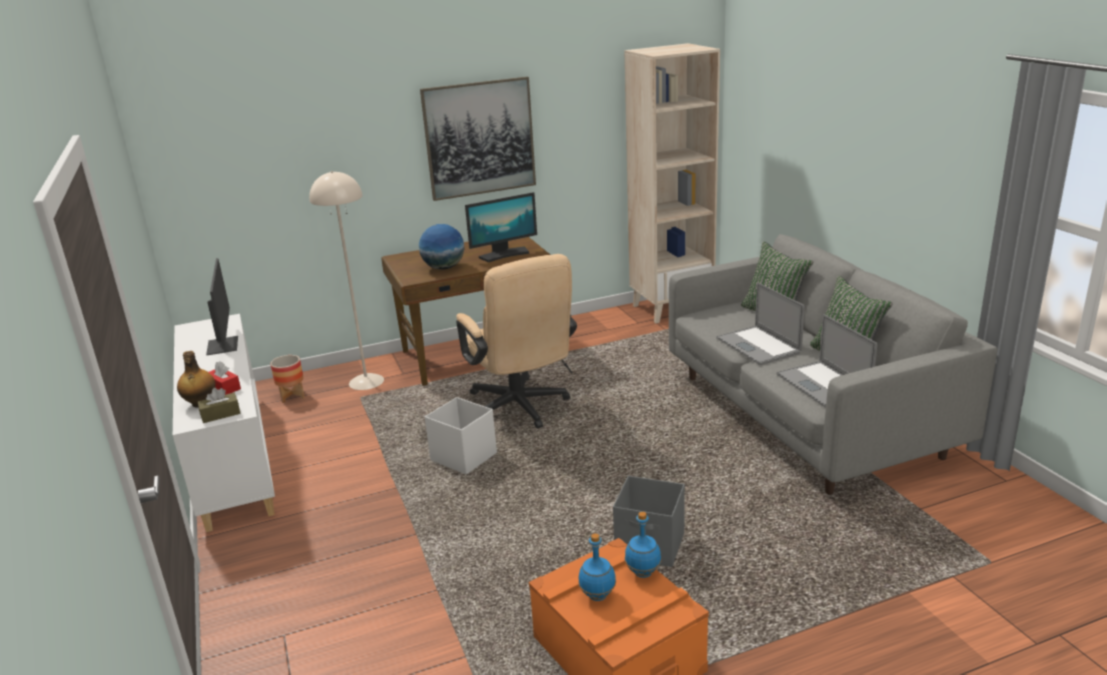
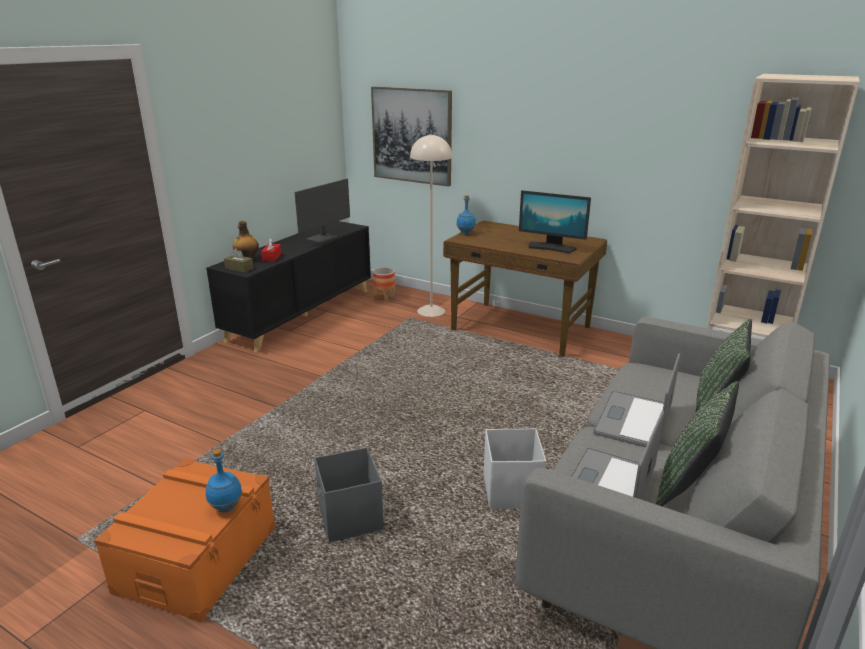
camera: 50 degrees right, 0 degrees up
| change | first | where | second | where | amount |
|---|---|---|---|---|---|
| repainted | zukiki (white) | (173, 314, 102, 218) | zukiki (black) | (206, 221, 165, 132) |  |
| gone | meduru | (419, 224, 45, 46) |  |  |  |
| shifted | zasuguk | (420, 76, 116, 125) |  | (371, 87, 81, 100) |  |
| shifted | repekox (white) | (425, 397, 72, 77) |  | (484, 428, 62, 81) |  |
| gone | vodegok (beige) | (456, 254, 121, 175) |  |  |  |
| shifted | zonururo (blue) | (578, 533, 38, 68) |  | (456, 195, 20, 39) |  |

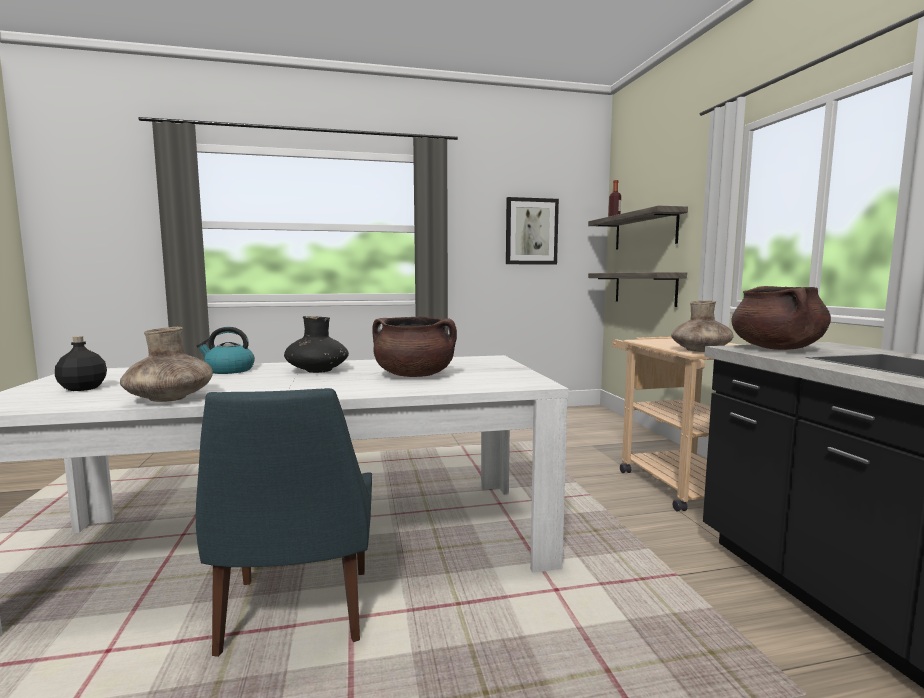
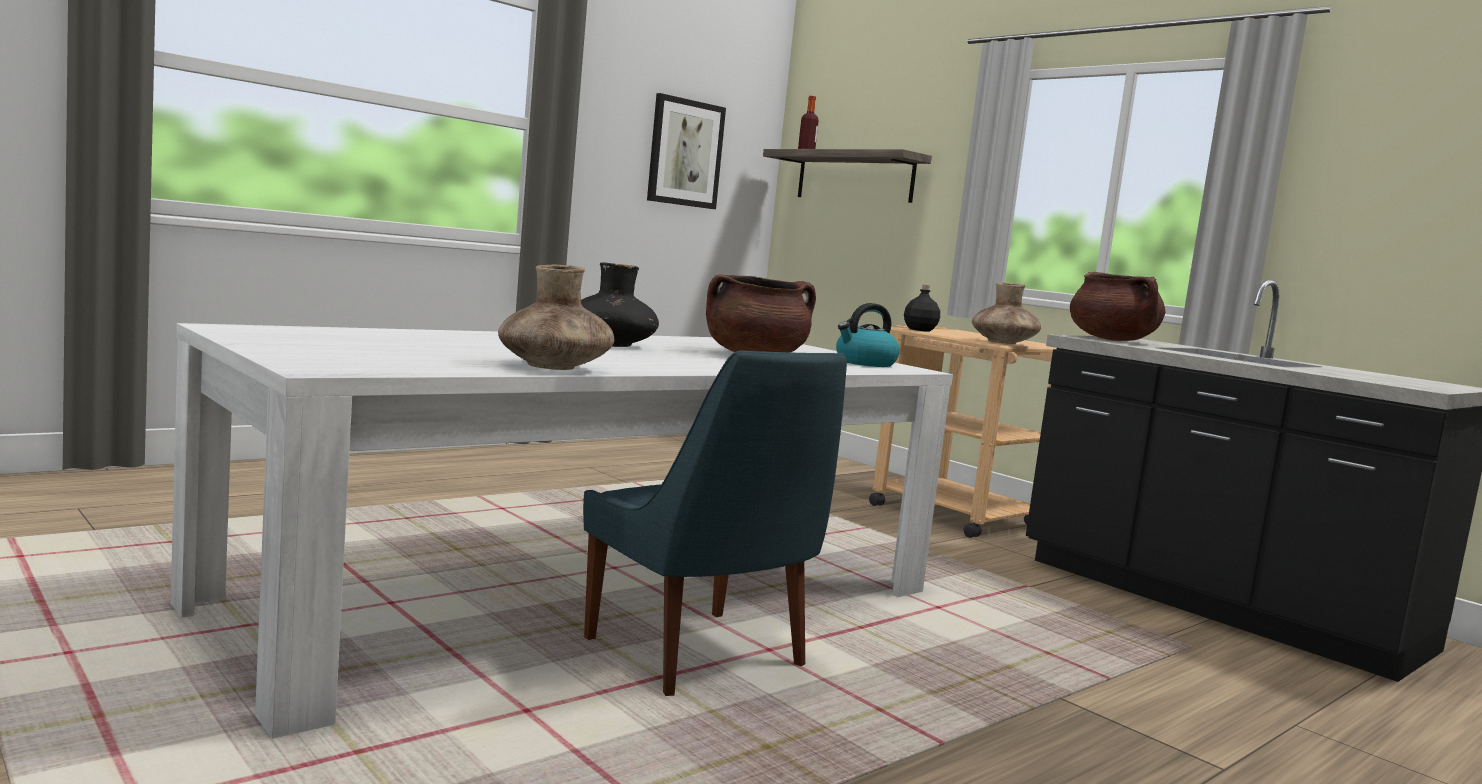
camera: 30 degrees left, 0 degrees up
| change | first | where | second | where | amount |
|---|---|---|---|---|---|
| shifted | zonururo (black) | (55, 336, 52, 55) |  | (904, 285, 36, 47) |  |
| shifted | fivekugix | (197, 327, 58, 47) |  | (836, 303, 64, 64) |  |
| gone | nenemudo | (588, 272, 99, 35) |  |  |  |

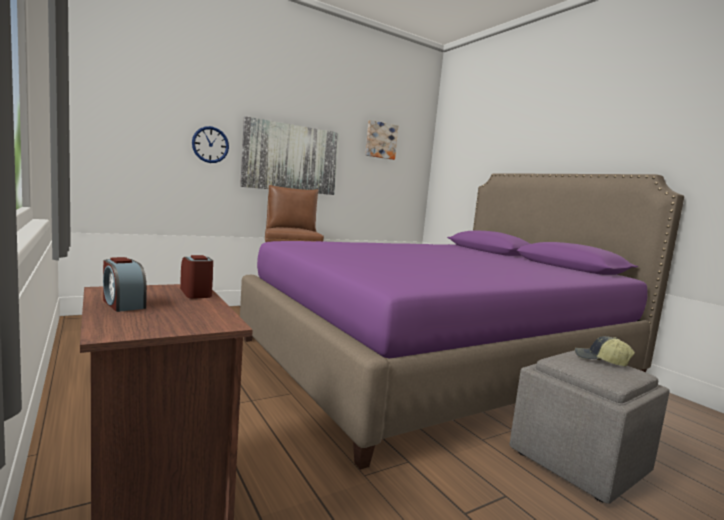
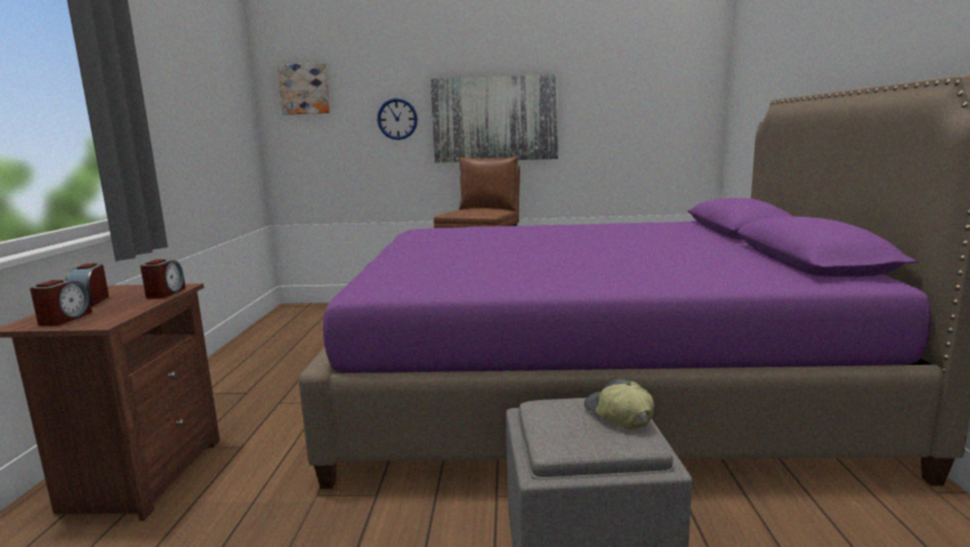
camera: 35 degrees right, 5 degrees up
| change | first | where | second | where | amount |
|---|---|---|---|---|---|
| shifted | zasuguk | (365, 120, 33, 40) |  | (277, 63, 53, 52) |  |
| new |  |  | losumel | (30, 280, 62, 46) |  |

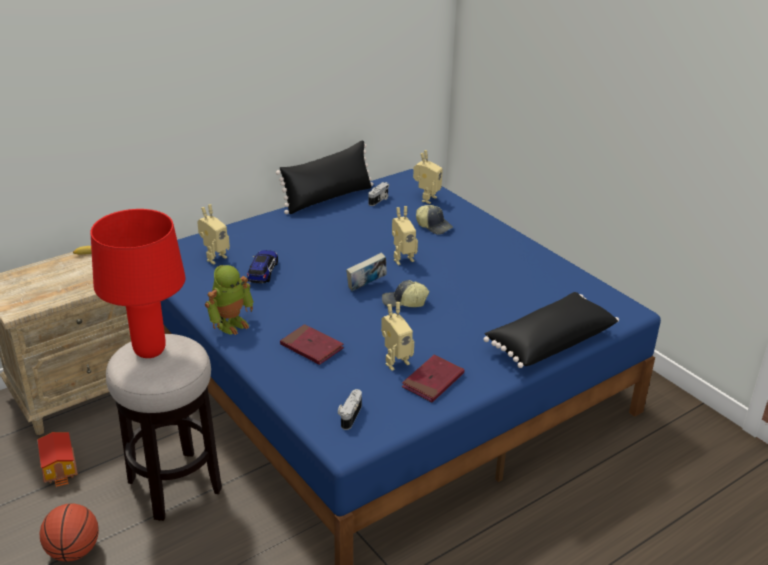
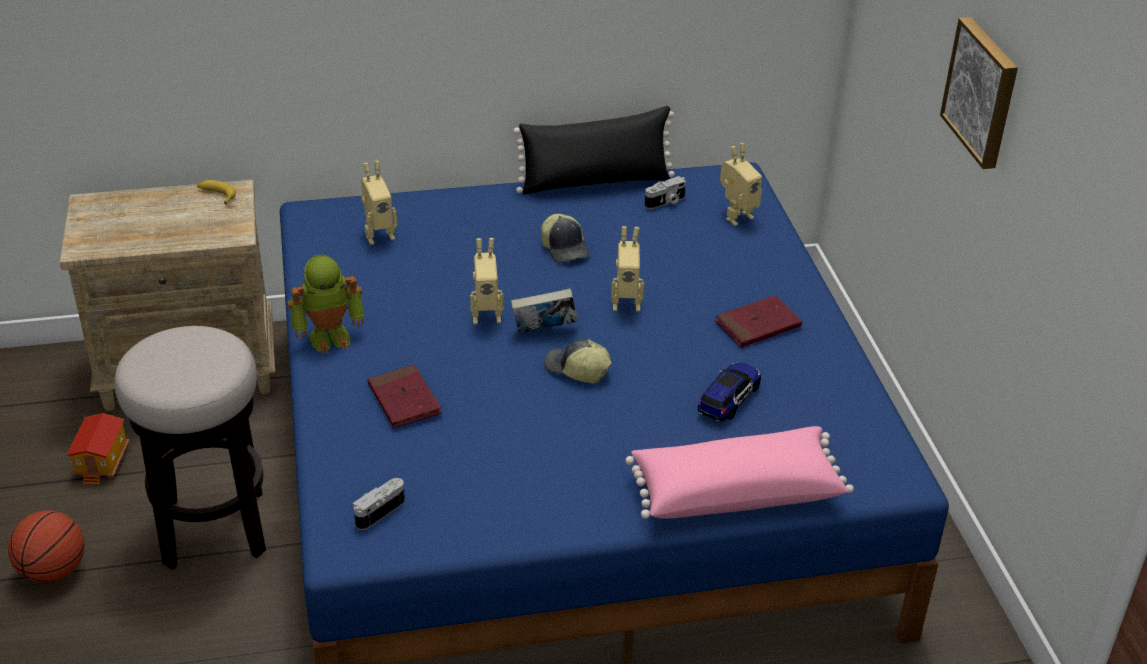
camera: 25 degrees right, 5 degrees up
| change | first | where | second | where | amount |
|---|---|---|---|---|---|
| gone | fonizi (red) | (90, 209, 95, 149) |  |  |  |
| shifted | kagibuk | (247, 250, 31, 33) |  | (698, 362, 63, 59) |  |
| shifted | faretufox | (381, 302, 33, 69) |  | (470, 238, 34, 86) |  |
| shifted | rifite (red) | (402, 354, 62, 49) |  | (715, 295, 87, 53) |  |
| shifted | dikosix | (416, 205, 37, 30) |  | (541, 214, 48, 49) |  |
| repainted | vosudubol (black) | (484, 292, 135, 76) | vosudubol (pink) | (625, 426, 229, 93) |  |
| new |  |  | zasuguk | (940, 17, 78, 152) |  |

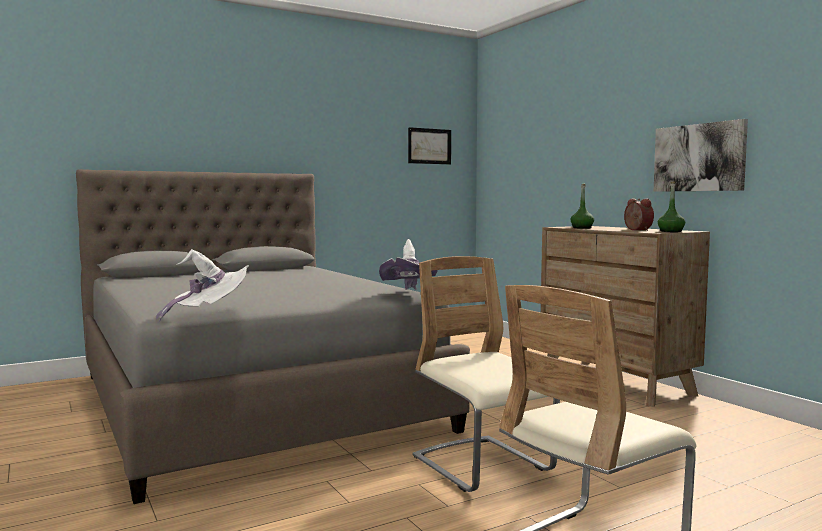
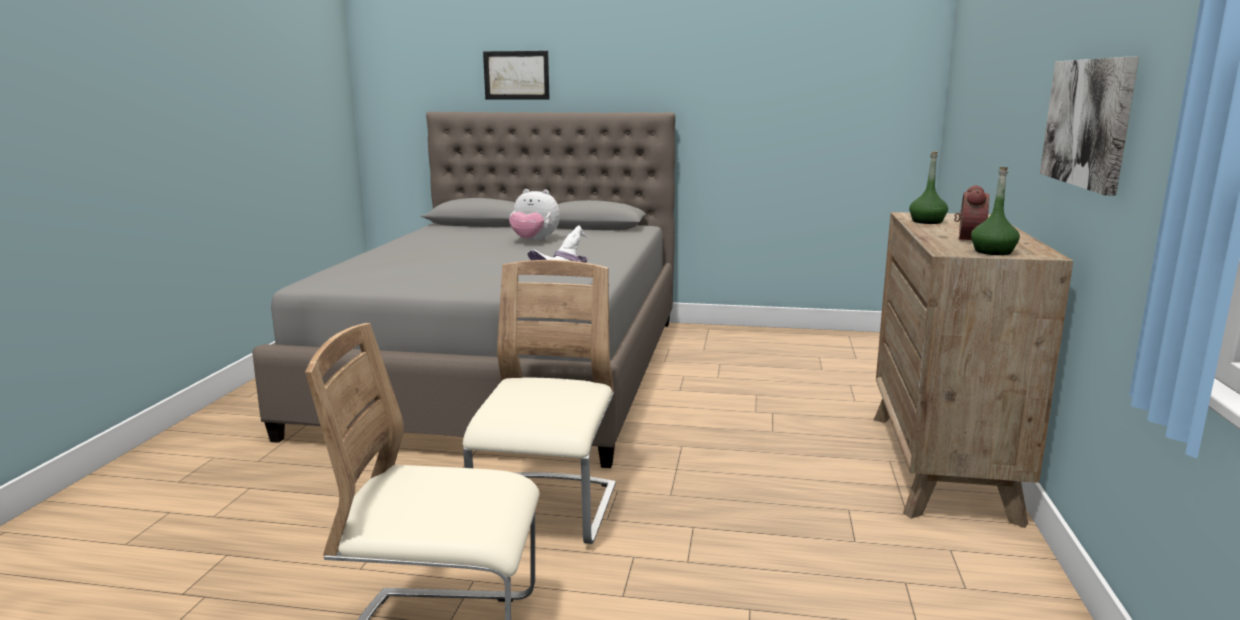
camera: 40 degrees right, 10 degrees up
| change | first | where | second | where | amount |
|---|---|---|---|---|---|
| gone | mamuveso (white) | (156, 249, 92, 73) |  |  |  |
| shifted | zasuguk | (408, 127, 43, 37) |  | (483, 51, 66, 48) |  |
| new |  |  | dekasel | (509, 189, 51, 52) |  |

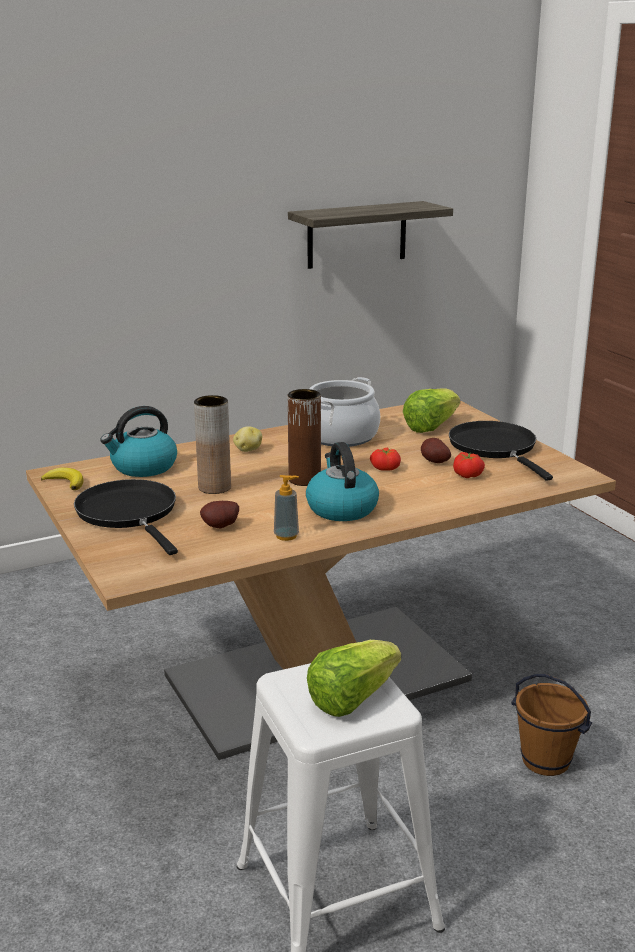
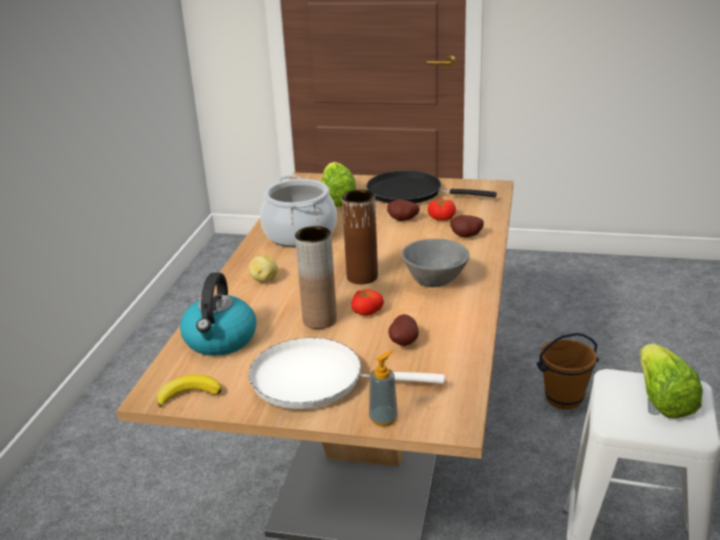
camera: 50 degrees left, 5 degrees up
| change | first | where | second | where | amount |
|---|---|---|---|---|---|
| repainted | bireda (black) | (74, 479, 104, 76) | bireda (white) | (249, 338, 196, 71) |  |
| shifted | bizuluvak | (274, 475, 25, 66) |  | (369, 351, 29, 76) |  |
| gone | nenemudo | (288, 201, 165, 68) |  |  |  |
| swapped | fivekugix | (306, 442, 73, 79) | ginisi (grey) | (402, 239, 67, 48) |  |
| shifted | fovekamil | (370, 448, 31, 23) |  | (351, 289, 33, 27) |  |
| new |  |  | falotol | (450, 215, 34, 23) |  |

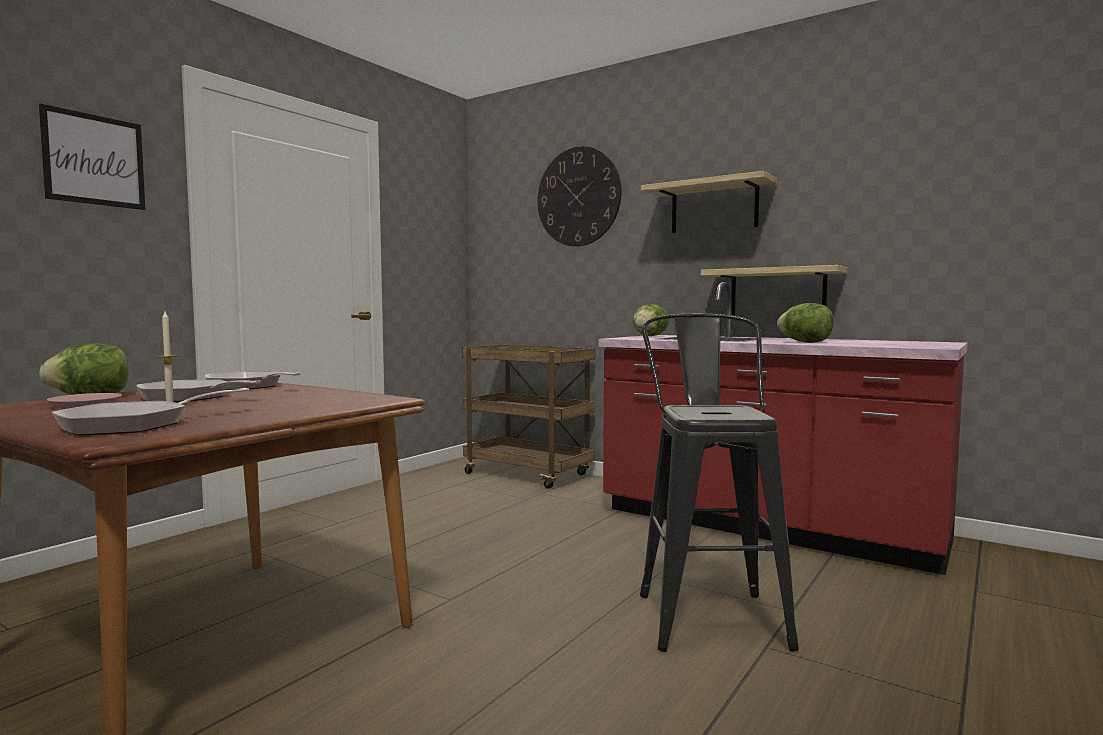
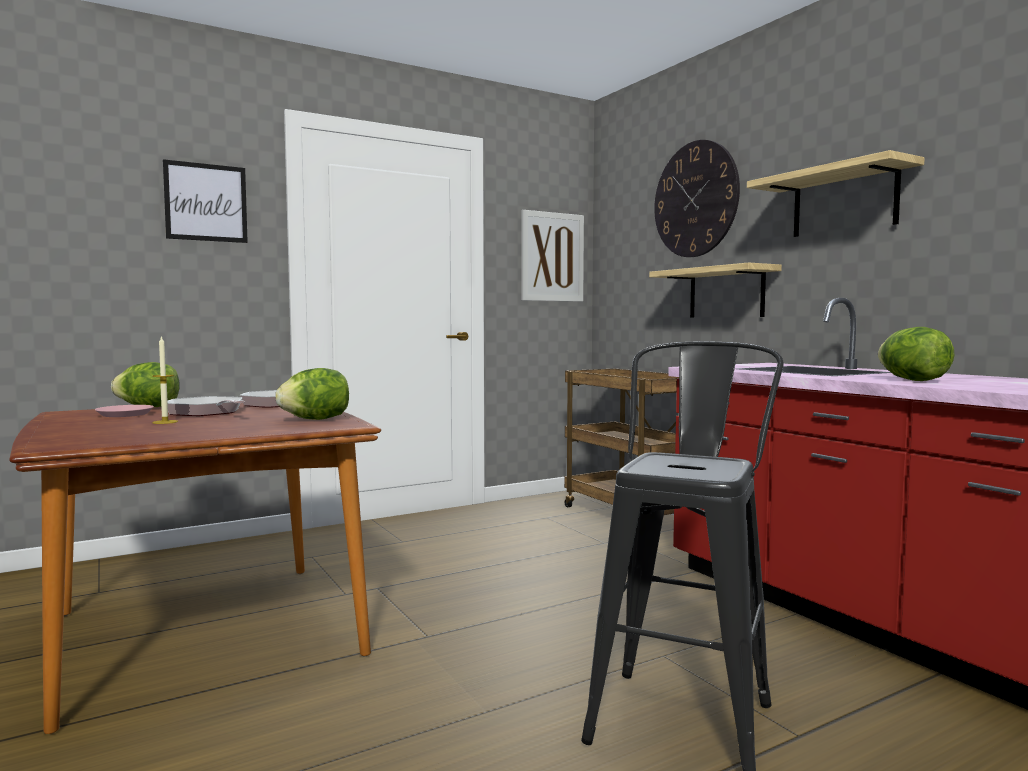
camera: 25 degrees right, 0 degrees up
| change | first | where | second | where | amount |
|---|---|---|---|---|---|
| gone | bireda | (52, 388, 197, 48) |  |  |  |
| shifted | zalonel | (633, 304, 36, 32) |  | (275, 368, 74, 52) |  |
| shifted | nenemudo | (701, 265, 146, 51) |  | (649, 263, 133, 54) |  |
| new |  |  | zasuguk | (521, 210, 63, 92) |  |

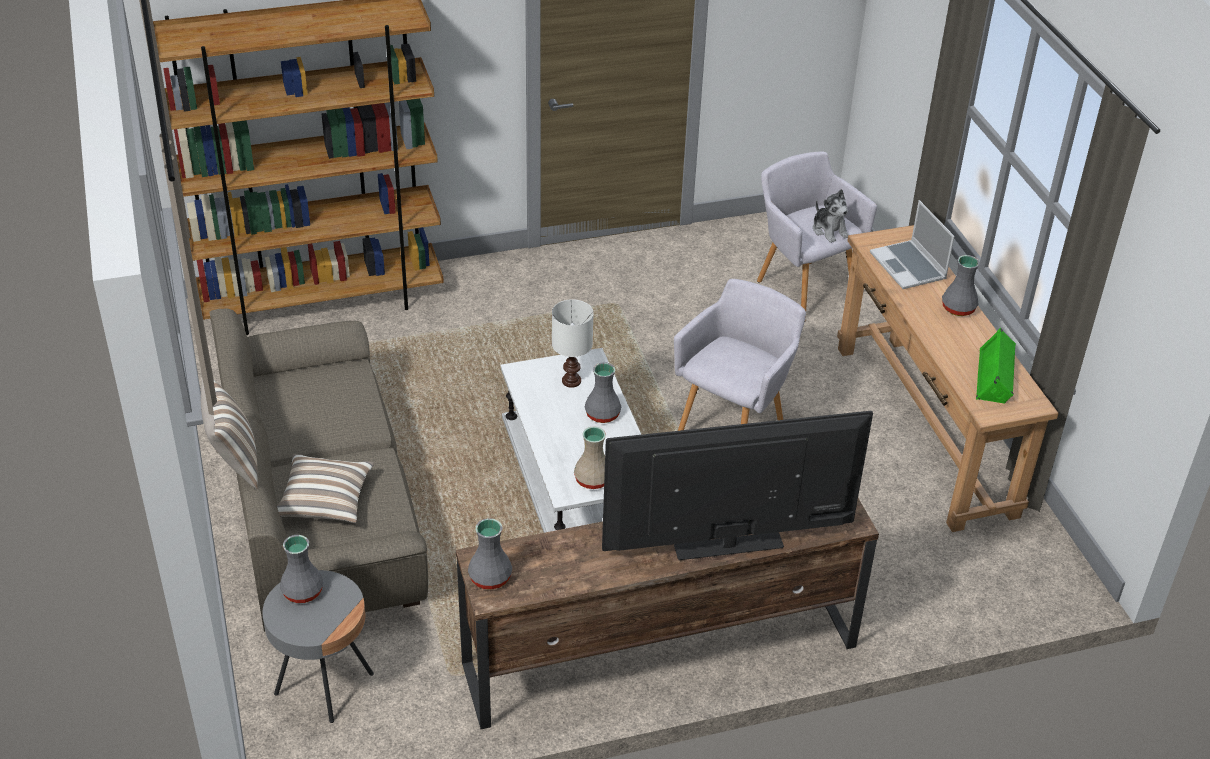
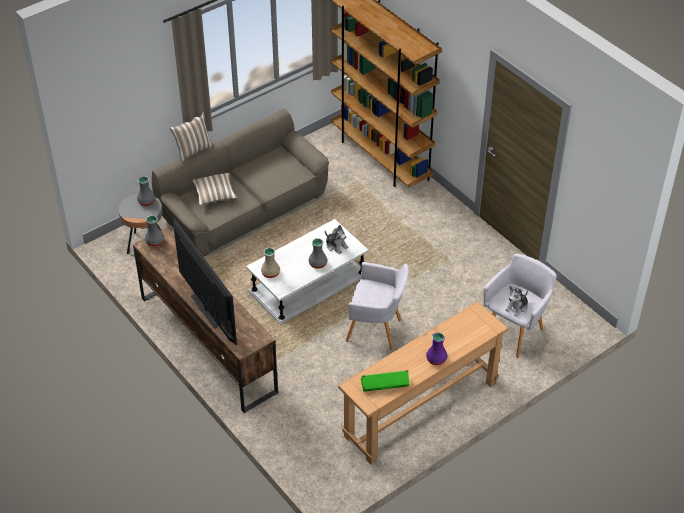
camera: 70 degrees right, 5 degrees up
| change | first | where | second | where | amount |
|---|---|---|---|---|---|
| swapped | fonizi (white) | (552, 299, 42, 89) | dekasel | (325, 225, 23, 29) |  |
| gone | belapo | (870, 200, 85, 89) |  |  |  |
| repainted | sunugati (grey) | (942, 255, 38, 61) | sunugati (purple) | (426, 332, 21, 33) |  |

